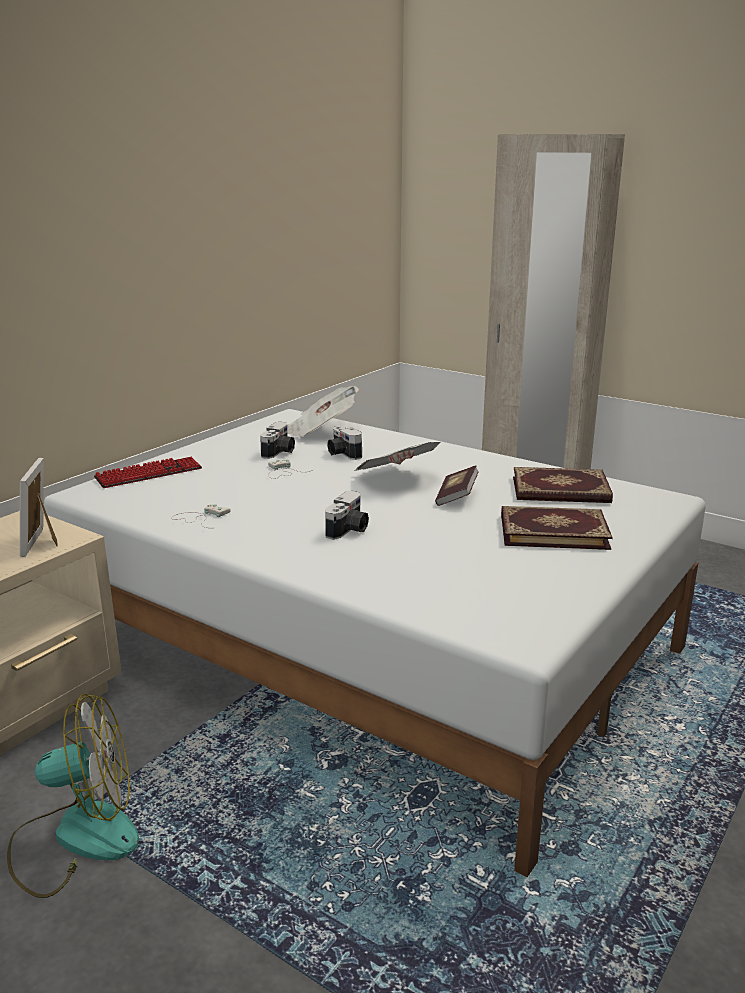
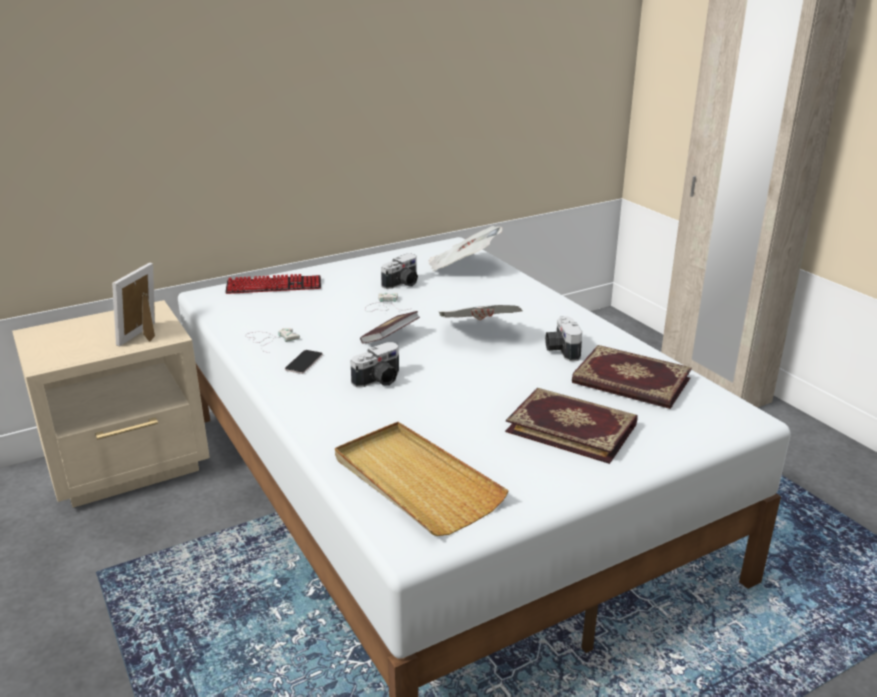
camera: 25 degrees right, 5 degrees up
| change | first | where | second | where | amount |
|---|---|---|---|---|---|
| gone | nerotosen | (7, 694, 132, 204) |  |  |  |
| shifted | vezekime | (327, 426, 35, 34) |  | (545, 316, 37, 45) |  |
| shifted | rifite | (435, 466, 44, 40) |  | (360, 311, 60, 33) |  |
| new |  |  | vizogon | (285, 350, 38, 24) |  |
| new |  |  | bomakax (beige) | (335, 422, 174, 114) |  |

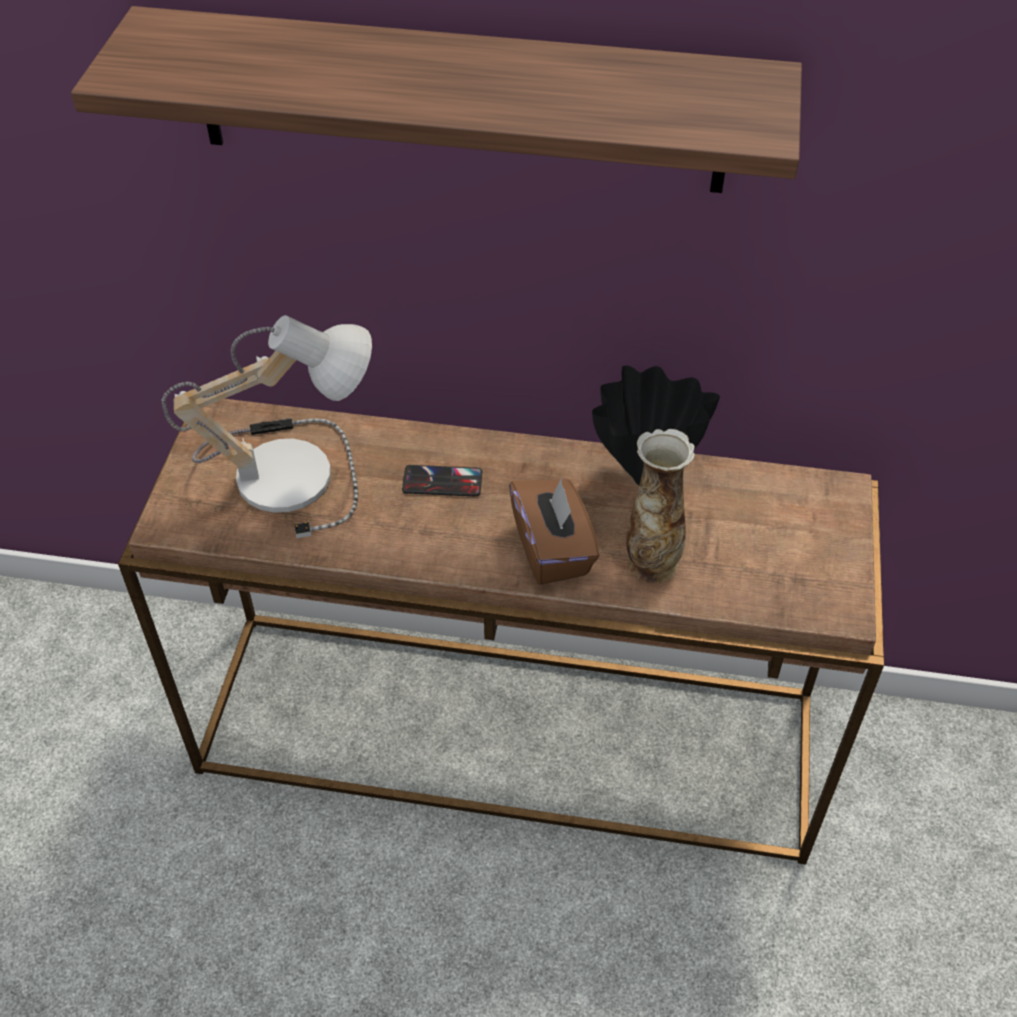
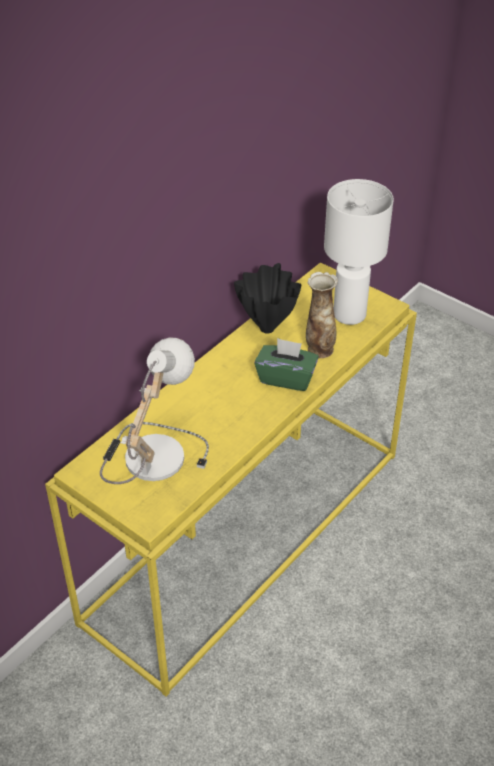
camera: 60 degrees left, 5 degrees down
| change | first | where | second | where | amount |
|---|---|---|---|---|---|
| gone | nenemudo | (71, 6, 731, 187) |  |  |  |
| repainted | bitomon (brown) | (118, 399, 766, 465) | bitomon (yellow) | (45, 263, 372, 434) |  |
| gone | vizogon | (402, 465, 80, 31) |  |  |  |
| repainted | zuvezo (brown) | (509, 477, 91, 108) | zuvezo (green) | (255, 338, 64, 53) |  |
| new |  |  | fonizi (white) | (324, 179, 70, 146) |  |

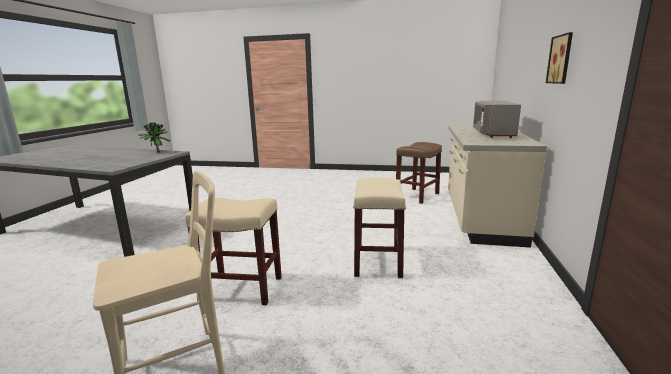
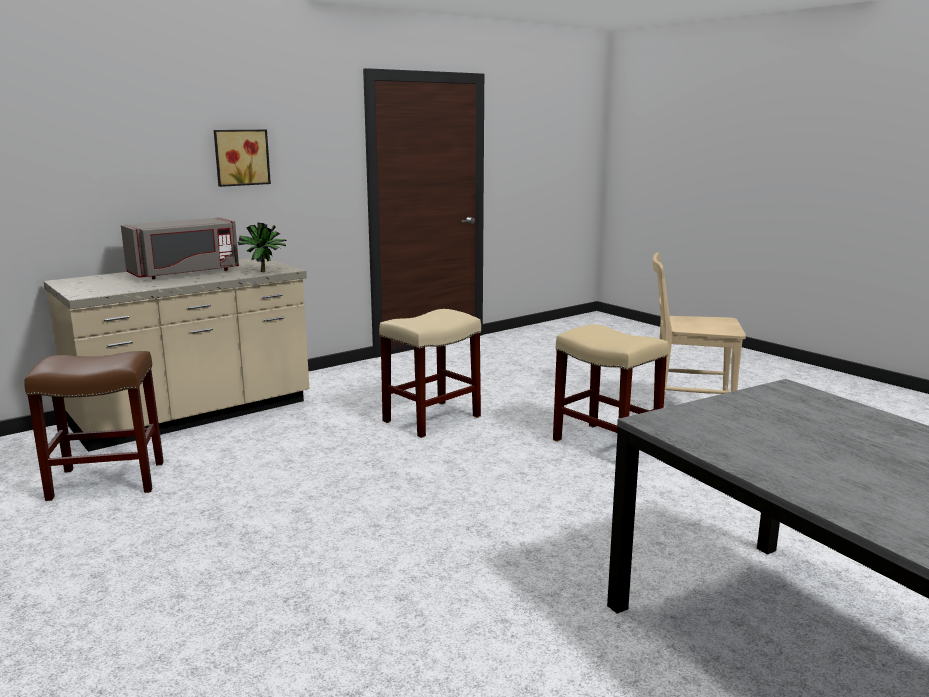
camera: 140 degrees left, 0 degrees up
| change | first | where | second | where | amount |
|---|---|---|---|---|---|
| shifted | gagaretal | (138, 123, 32, 30) |  | (238, 222, 49, 50) |  |

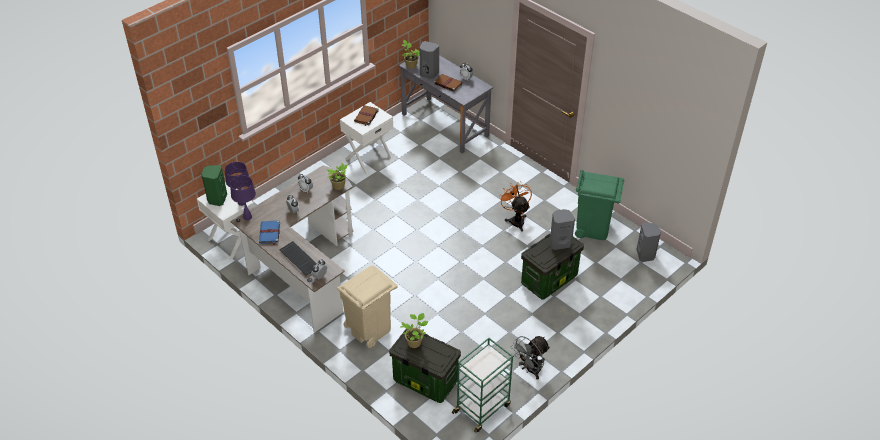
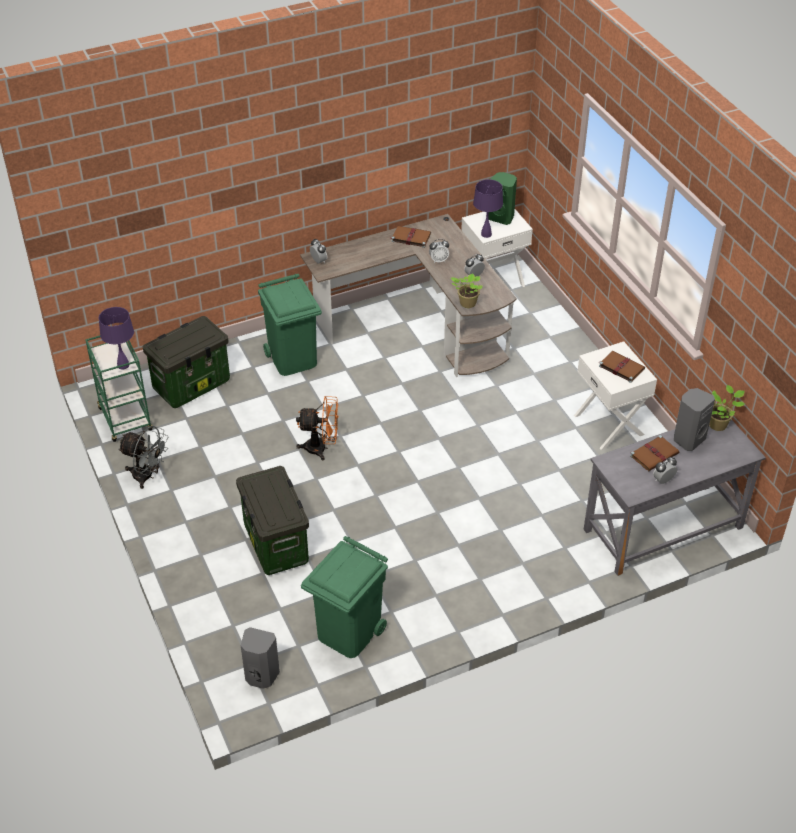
camera: 110 degrees right, 0 degrees up
| change | first | where | second | where | amount |
|---|---|---|---|---|---|
| shifted | fonizi (purple) | (230, 175, 26, 45) |  | (99, 307, 35, 62) |  |
| repainted | rifite (blue) | (259, 220, 21, 25) | rifite (brown) | (390, 226, 41, 22) |  |
| gone | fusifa | (280, 241, 36, 35) |  |  |  |
| repainted | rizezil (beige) | (337, 265, 61, 83) | rizezil (green) | (258, 274, 64, 102) |  |
| gone | gagaretal | (400, 313, 28, 35) |  |  |  |
| shifted | nerotosen (orange) | (501, 181, 31, 51) |  | (296, 396, 42, 64) |  |
| rotated | nerotosen (grey) | (510, 336, 40, 44) |  | (118, 426, 51, 63) | 135 degrees clockwise |
| gone | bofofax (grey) | (550, 209, 25, 41) |  |  |  |

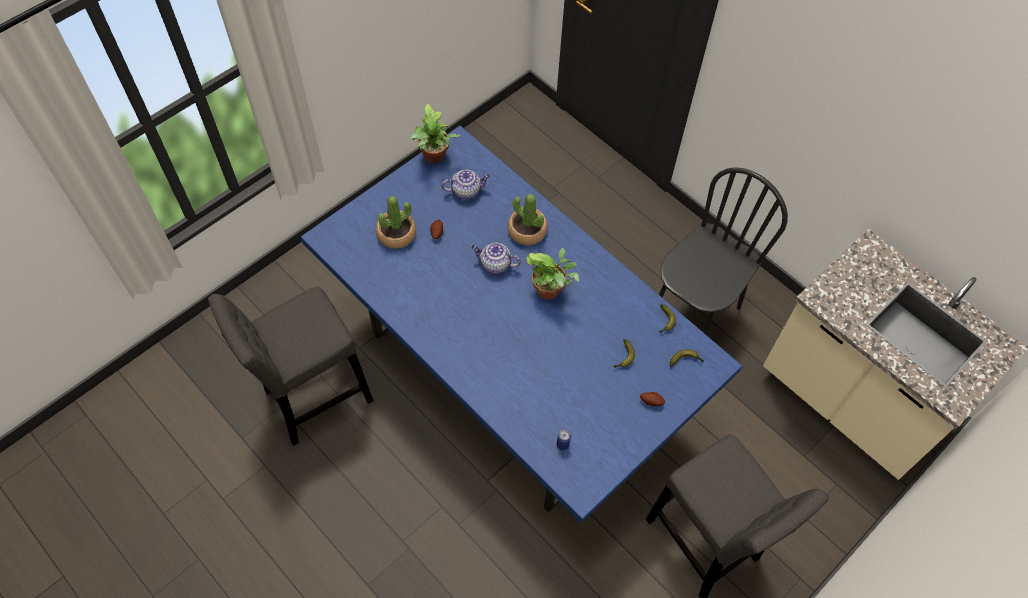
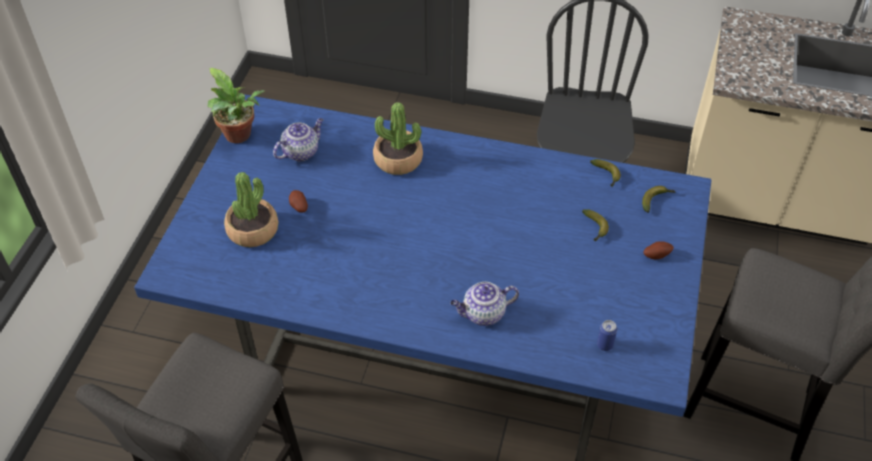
camera: 30 degrees left, 10 degrees down
| change | first | where | second | where | amount |
|---|---|---|---|---|---|
| shifted | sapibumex | (471, 243, 50, 31) |  | (450, 282, 69, 44) |  |
| gone | gagaretal | (527, 248, 52, 52) |  |  |  |

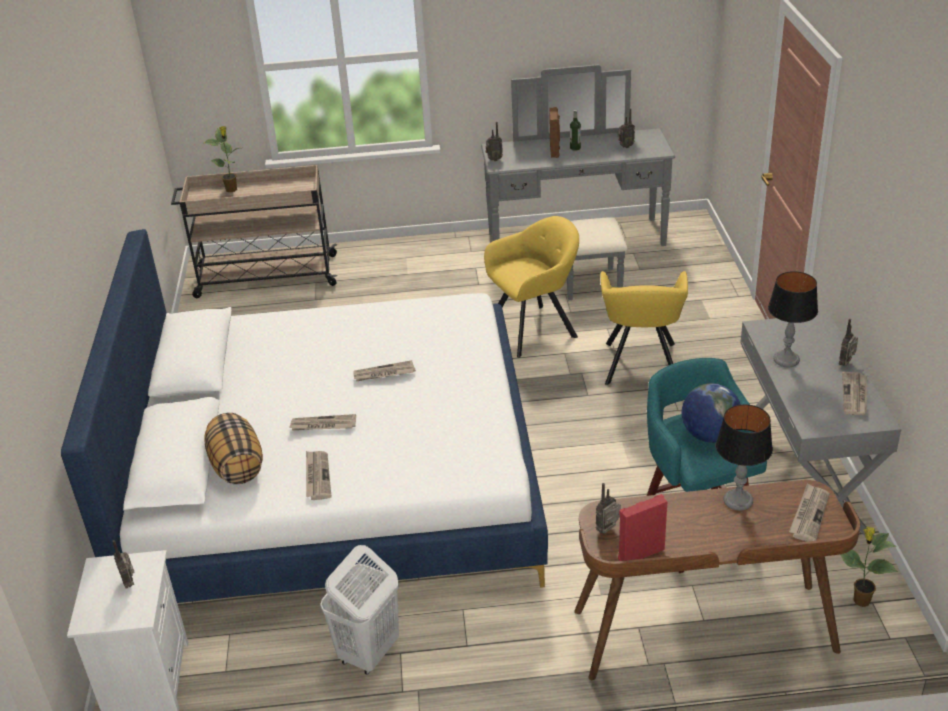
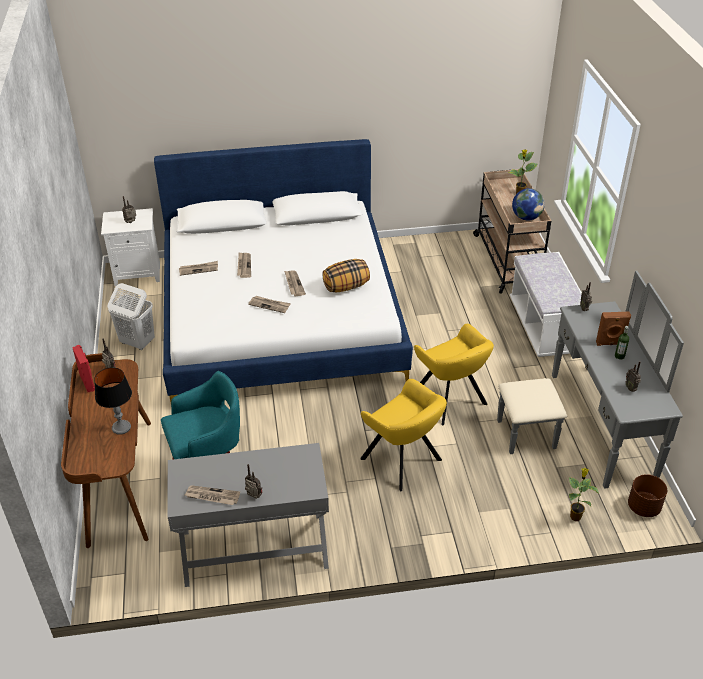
camera: 85 degrees right, 5 degrees up
| change | first | where | second | where | amount |
|---|---|---|---|---|---|
| shifted | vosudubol | (204, 413, 59, 71) |  | (322, 259, 48, 34) |  |
| rotated | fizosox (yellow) | (600, 271, 88, 114) |  | (360, 379, 87, 112) | 135 degrees counterclockwise |
| shifted | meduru | (682, 383, 59, 60) |  | (512, 188, 33, 32) |  |
| gone | fonizi | (768, 271, 50, 96) |  |  |  |
| shifted | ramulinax | (789, 483, 40, 59) |  | (248, 296, 43, 17) |  |
| shifted | gagaretal | (840, 527, 58, 80) |  | (569, 468, 30, 53) |  |
| new |  |  | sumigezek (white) | (510, 252, 72, 105) |  |
| new |  |  | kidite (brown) | (628, 474, 39, 43) |  |

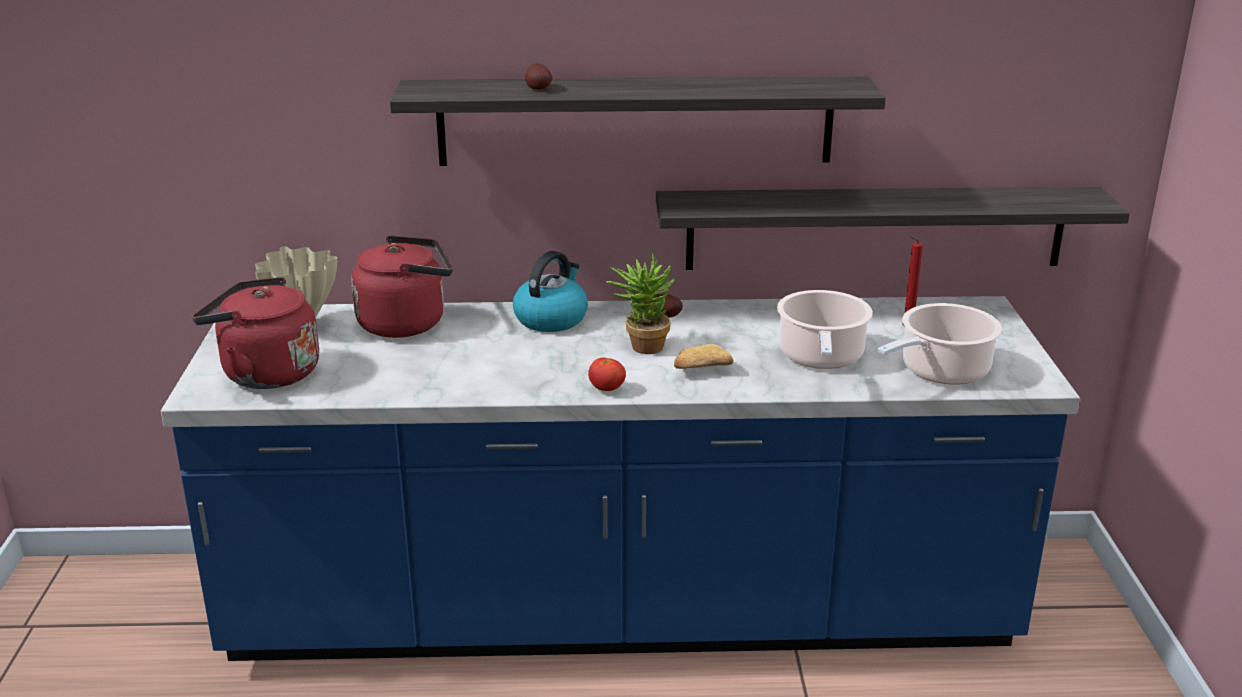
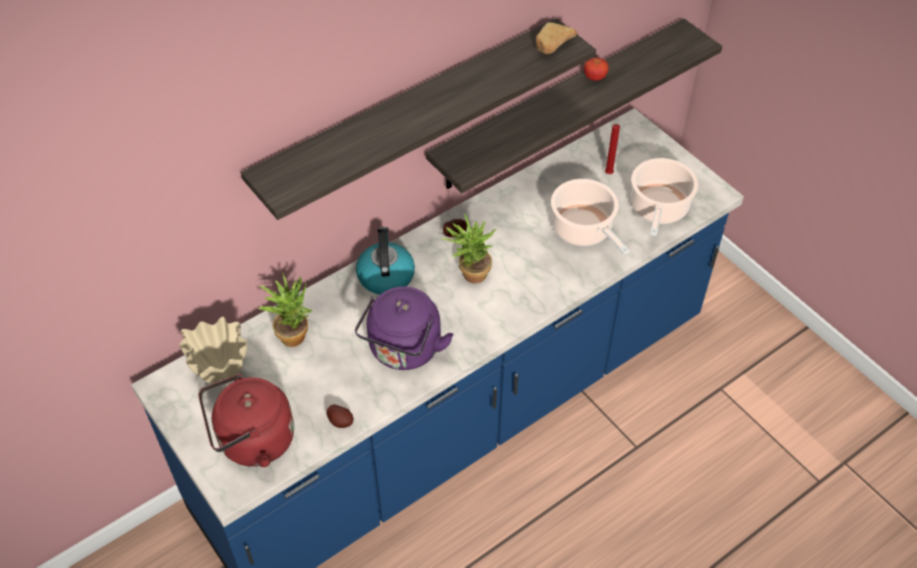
camera: 35 degrees left, 25 degrees up
| change | first | where | second | where | amount |
|---|---|---|---|---|---|
| swapped | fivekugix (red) | (351, 235, 102, 103) | gagaretal | (258, 272, 54, 75) |  |
| shifted | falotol | (525, 63, 27, 27) |  | (326, 404, 28, 24) |  |
| shifted | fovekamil | (588, 358, 38, 33) |  | (584, 58, 25, 23) |  |
| shifted | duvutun | (674, 344, 59, 25) |  | (536, 22, 41, 32) |  |
| new |  |  | fivekugix (purple) | (355, 286, 99, 84) |  |

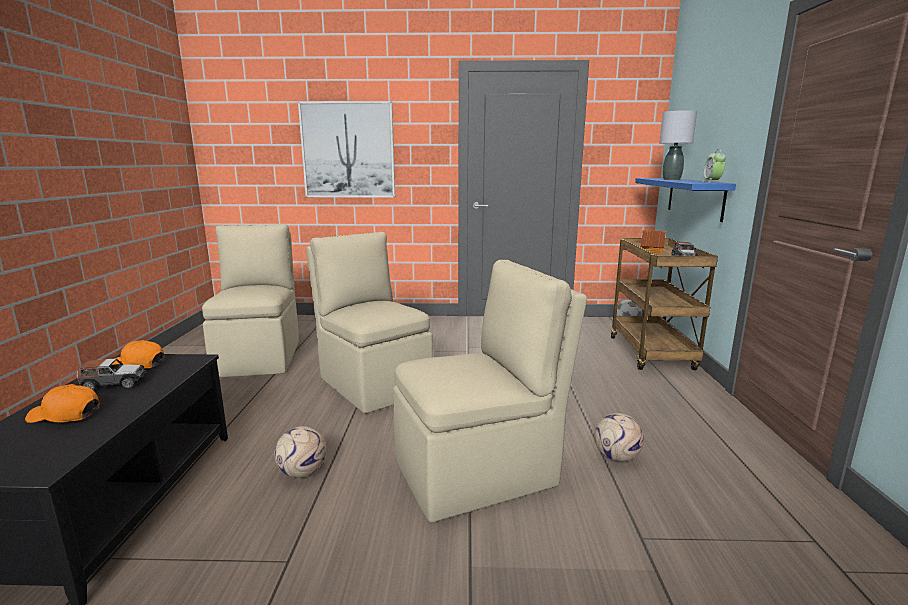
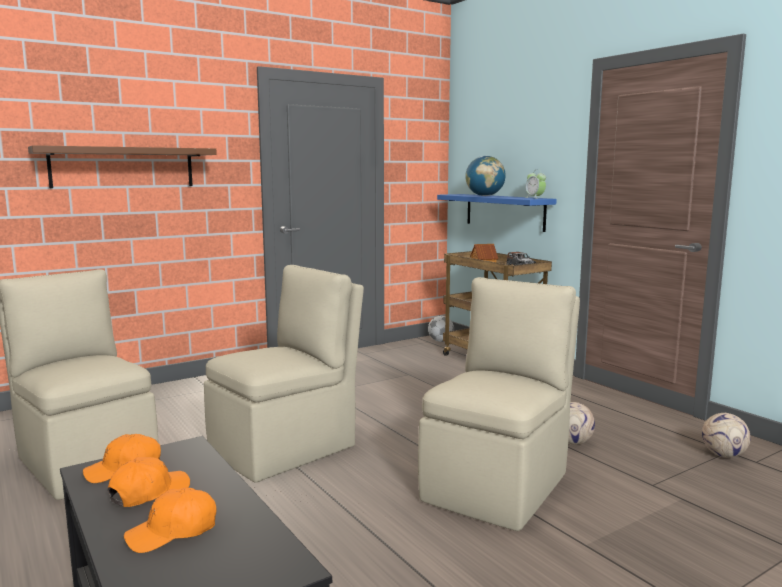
camera: 35 degrees left, 5 degrees down
| change | first | where | second | where | amount |
|---|---|---|---|---|---|
| swapped | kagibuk | (76, 358, 71, 32) | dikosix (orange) | (108, 457, 82, 50) |  |
| shifted | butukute | (274, 426, 52, 52) |  | (702, 413, 49, 45) |  |
| swapped | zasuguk | (298, 101, 97, 97) | nenemudo (brown) | (28, 145, 189, 43) |  |
| rotated | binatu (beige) | (306, 232, 127, 182) |  | (204, 265, 160, 218) | 120 degrees clockwise |
| swapped | fonizi (grey) | (659, 110, 38, 70) | meduru | (465, 156, 41, 40) |  |

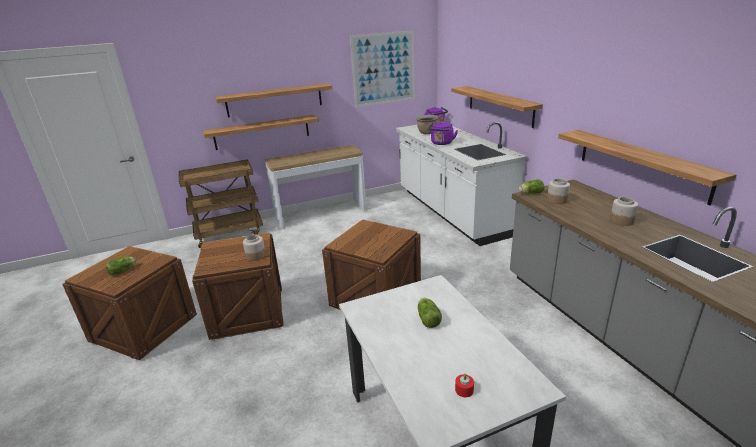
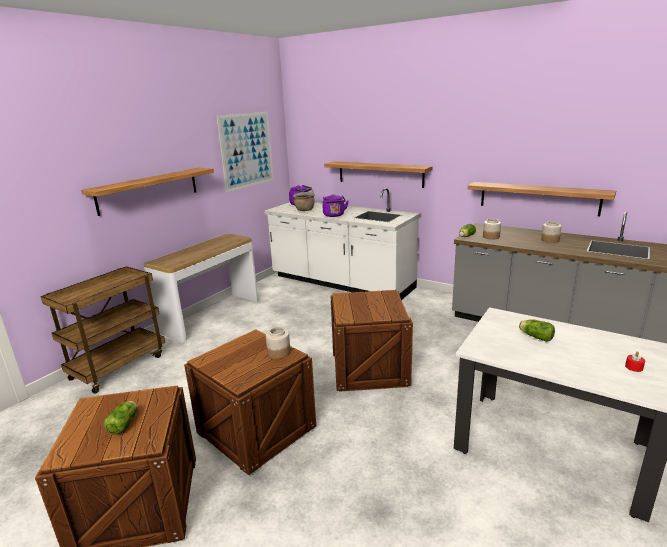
camera: 35 degrees left, 5 degrees down
| change | first | where | second | where | amount |
|---|---|---|---|---|---|
| gone | nenemudo | (203, 115, 116, 35) |  |  |  |

